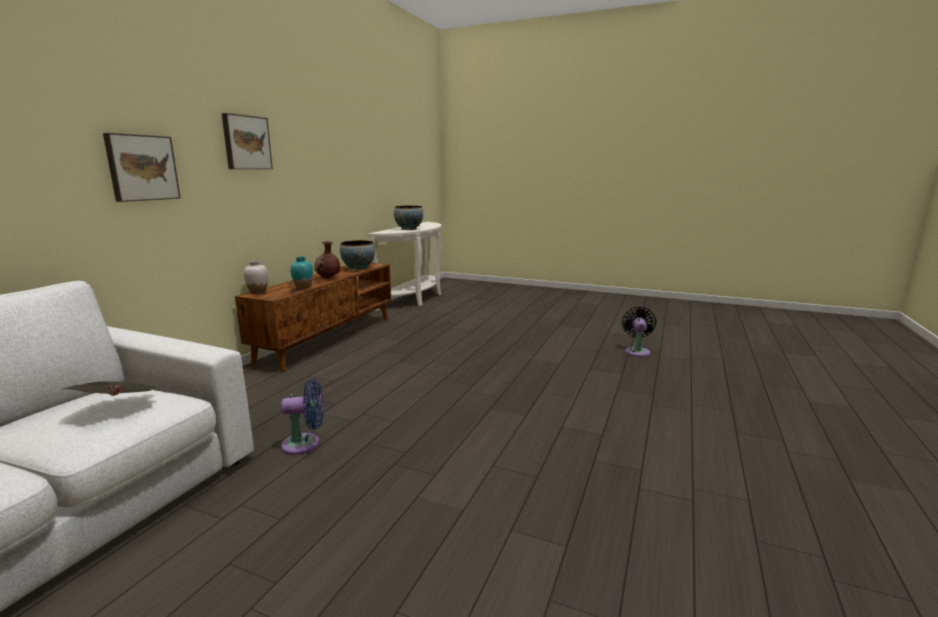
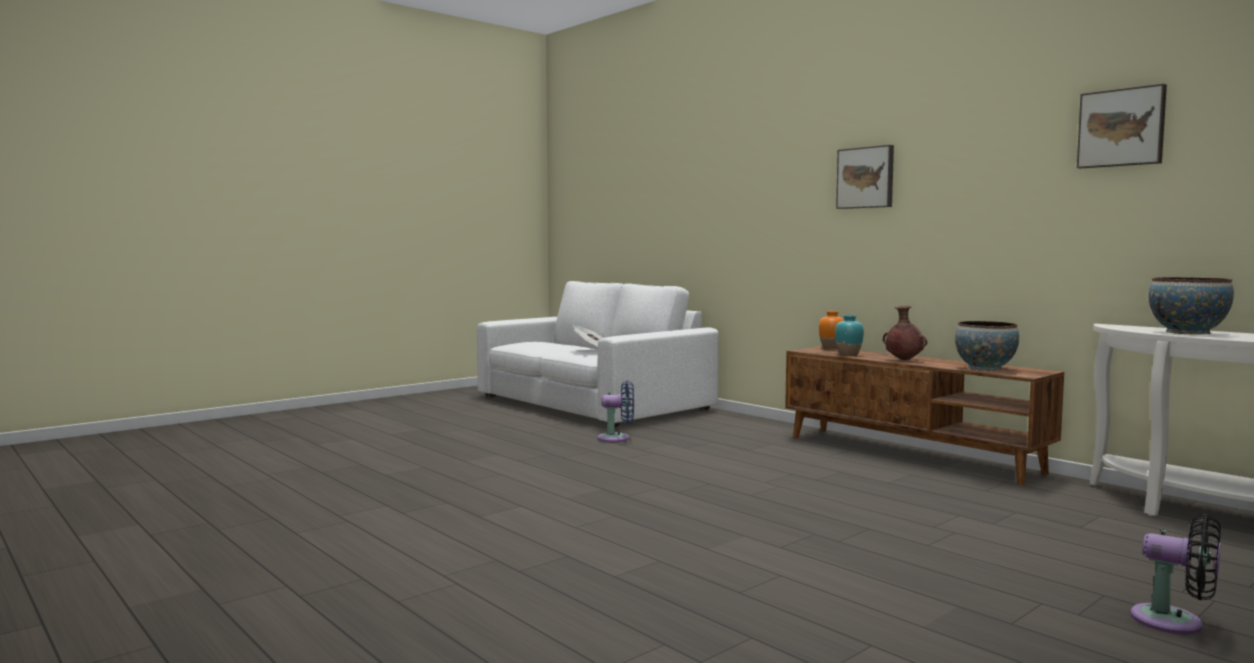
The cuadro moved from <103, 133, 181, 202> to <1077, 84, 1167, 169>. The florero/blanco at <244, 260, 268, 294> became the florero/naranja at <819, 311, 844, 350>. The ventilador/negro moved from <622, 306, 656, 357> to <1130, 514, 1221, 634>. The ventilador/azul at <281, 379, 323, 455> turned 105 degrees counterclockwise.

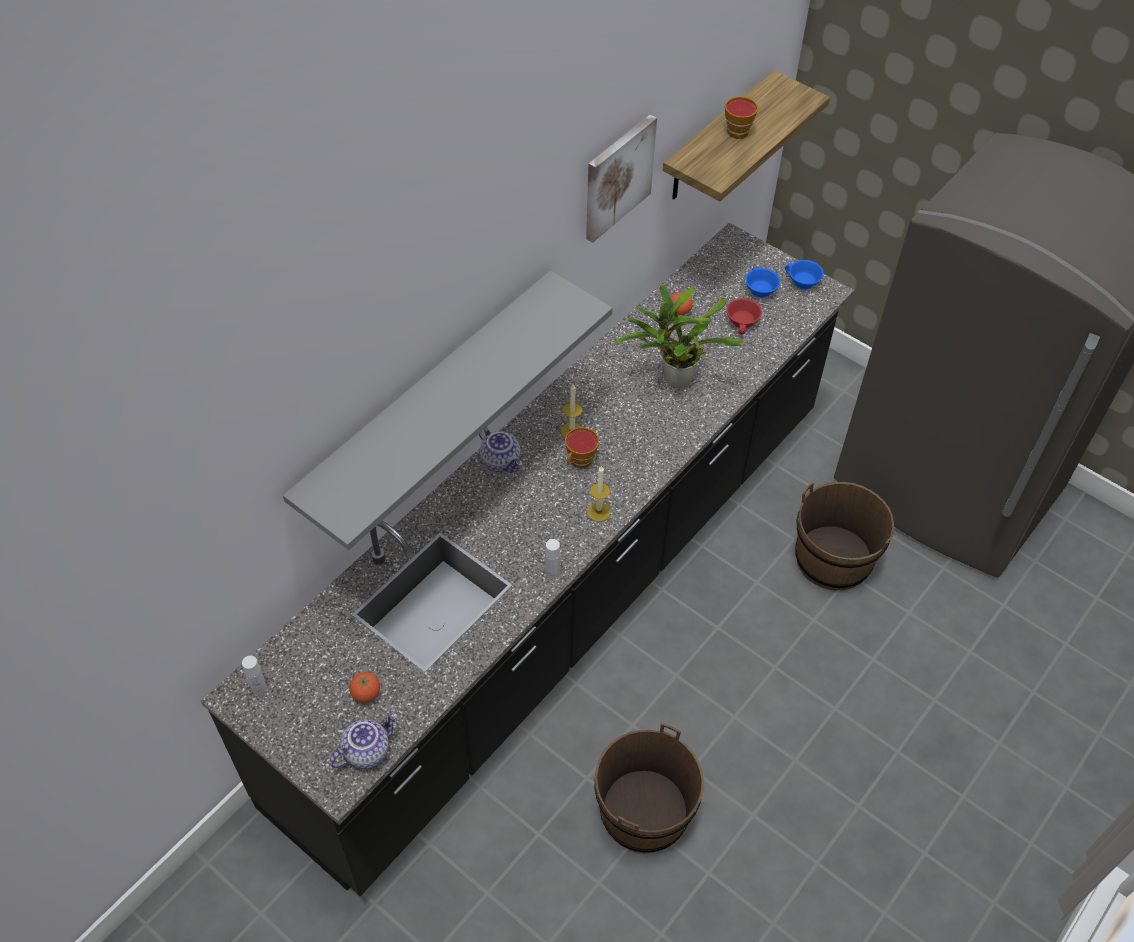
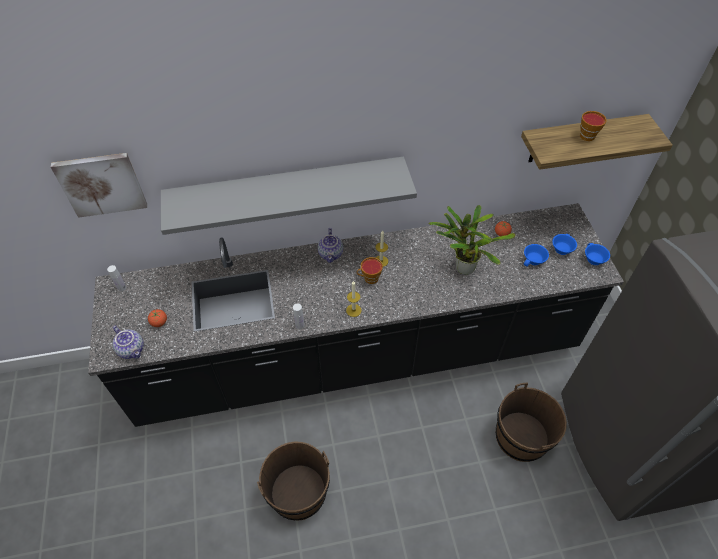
The cuadro moved from <586, 115, 657, 243> to <51, 153, 147, 218>. The taza/rojo at <727, 298, 762, 334> became the taza/azul at <524, 244, 549, 267>. The tetera at <329, 713, 398, 769> turned 45 degrees clockwise.

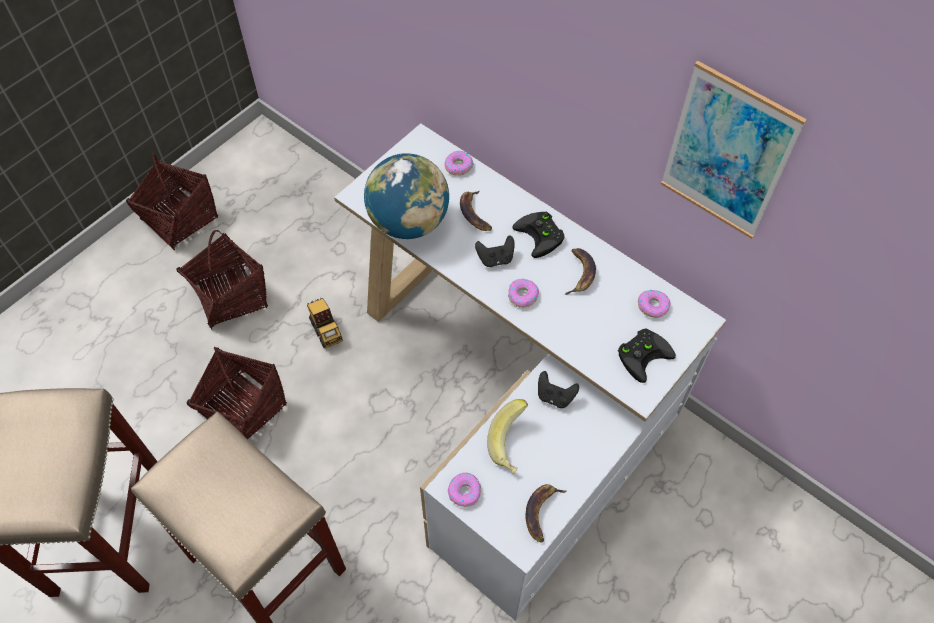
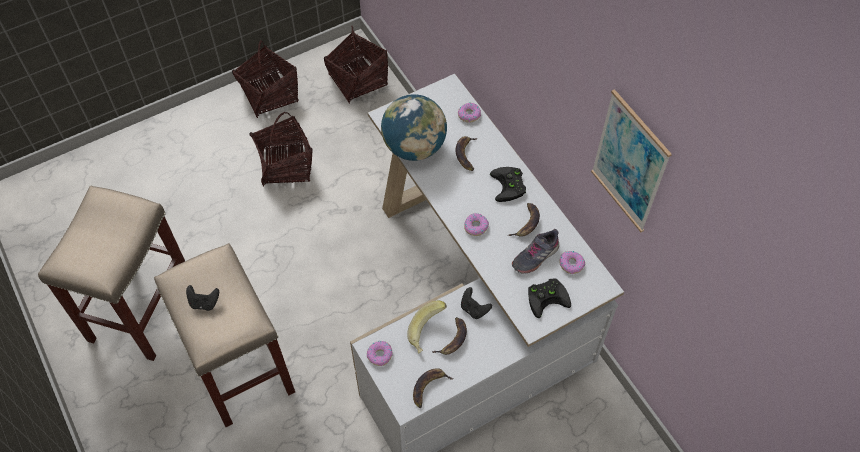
The mando de consola/negro moved from <475, 235, 515, 267> to <186, 285, 219, 311>. The camión de juguete at <307, 298, 343, 348> disappeared. The cesta moved from <186, 347, 287, 439> to <324, 26, 388, 103>. The zapato/gris at <512, 229, 559, 274> appeared. The plátano at <432, 317, 467, 355> appeared.

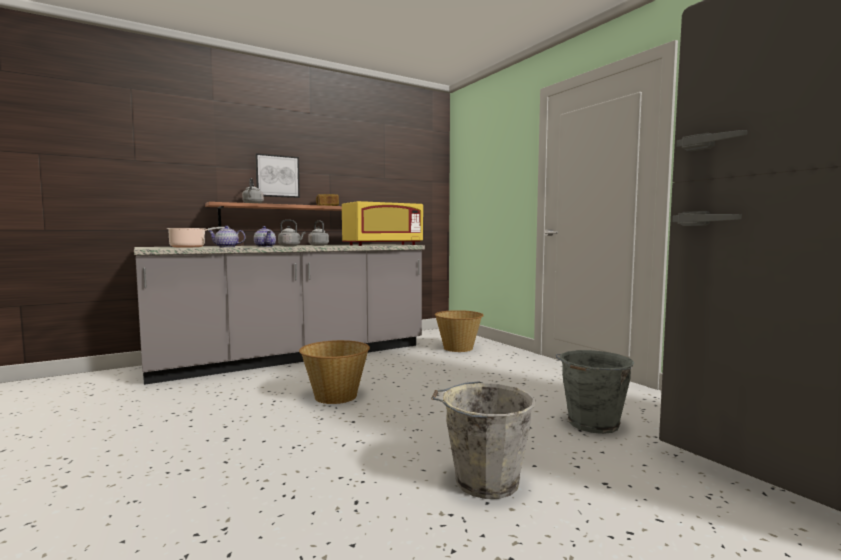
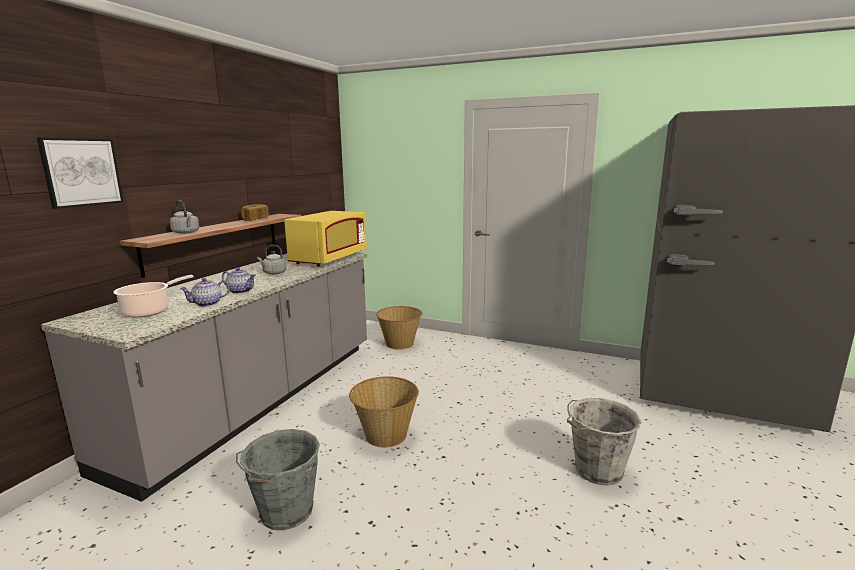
The cuadro moved from <255, 153, 300, 198> to <37, 138, 124, 209>. The hervidor/gris at <278, 220, 305, 247> disappeared. The cubo/gris moved from <556, 350, 635, 434> to <236, 429, 320, 530>.

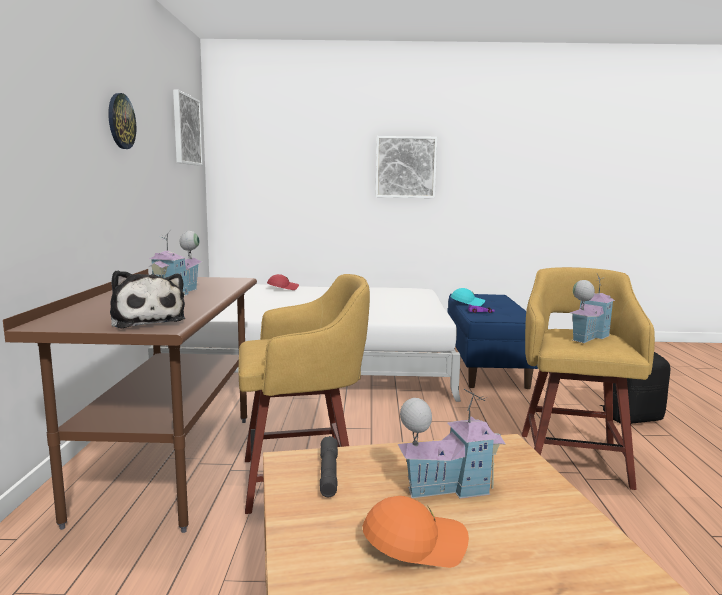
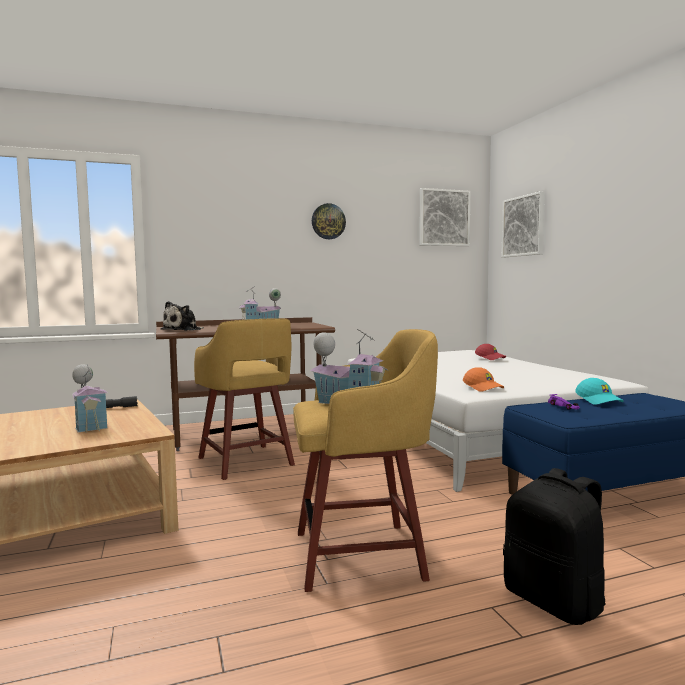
The cuadro moved from <376, 136, 437, 198> to <502, 191, 545, 257>. The gorra/naranja moved from <362, 496, 469, 568> to <463, 367, 504, 392>.

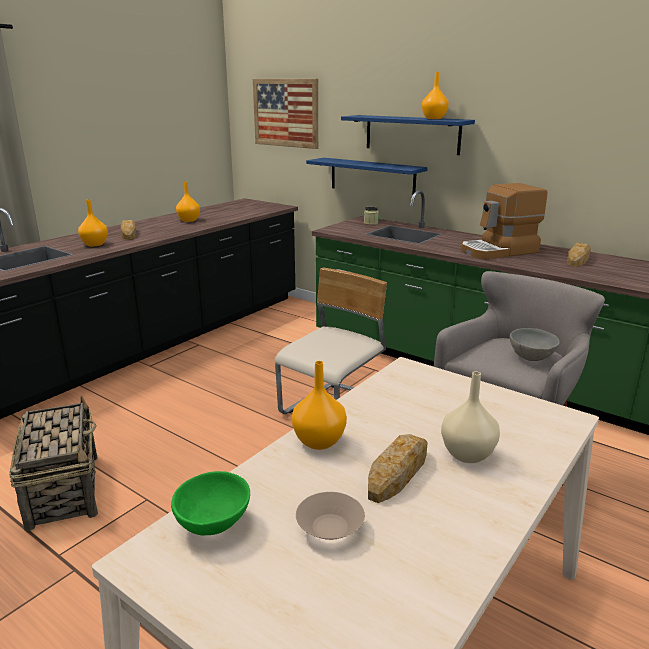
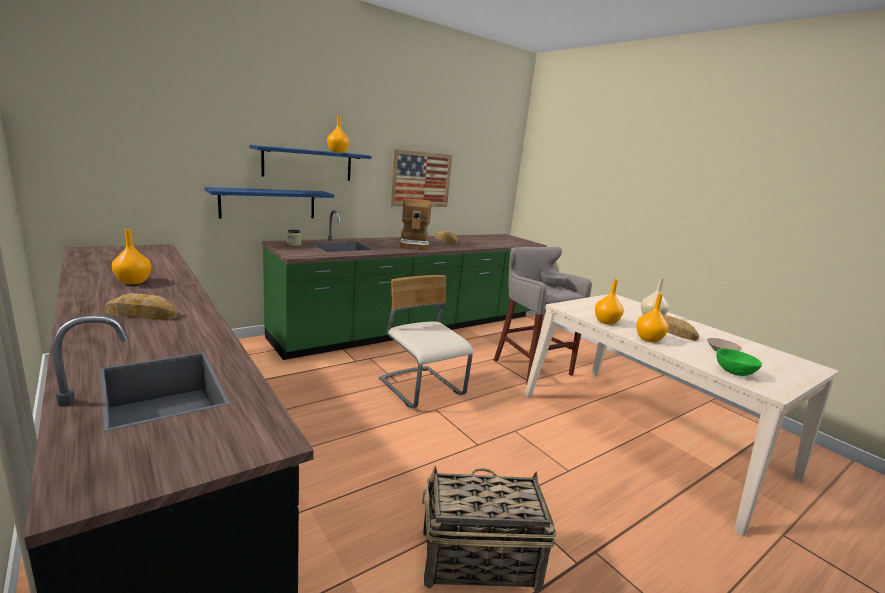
The cuadro moved from <253, 79, 318, 149> to <390, 149, 453, 207>. The florero/naranja moved from <78, 199, 108, 246> to <595, 279, 624, 325>.

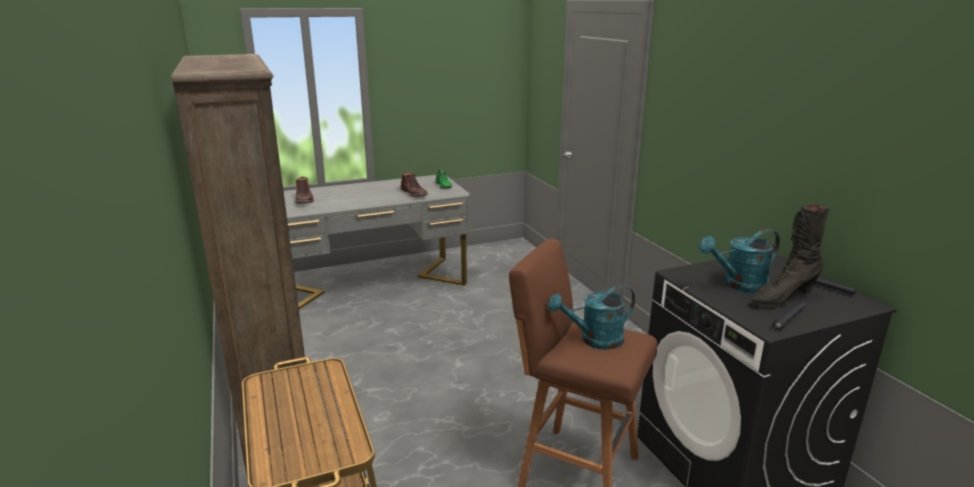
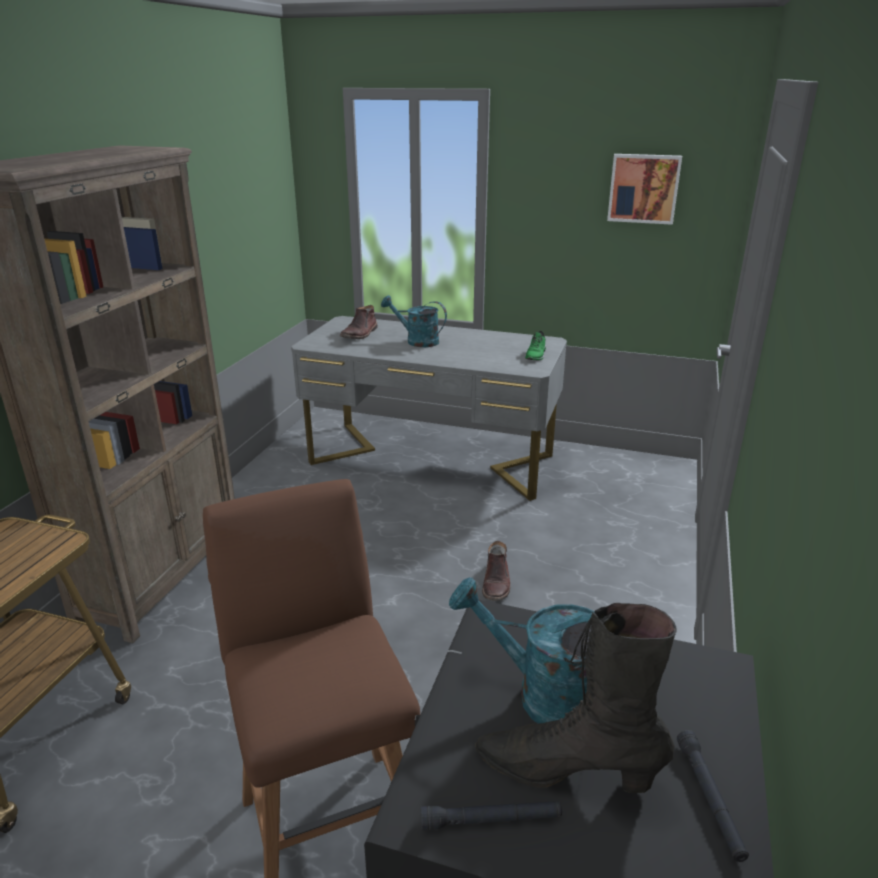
The bota/marrón moved from <401, 172, 428, 197> to <482, 541, 511, 601>. The regadera/turquesa moved from <548, 285, 635, 350> to <381, 295, 447, 347>. The cuadro at <607, 154, 682, 225> appeared.

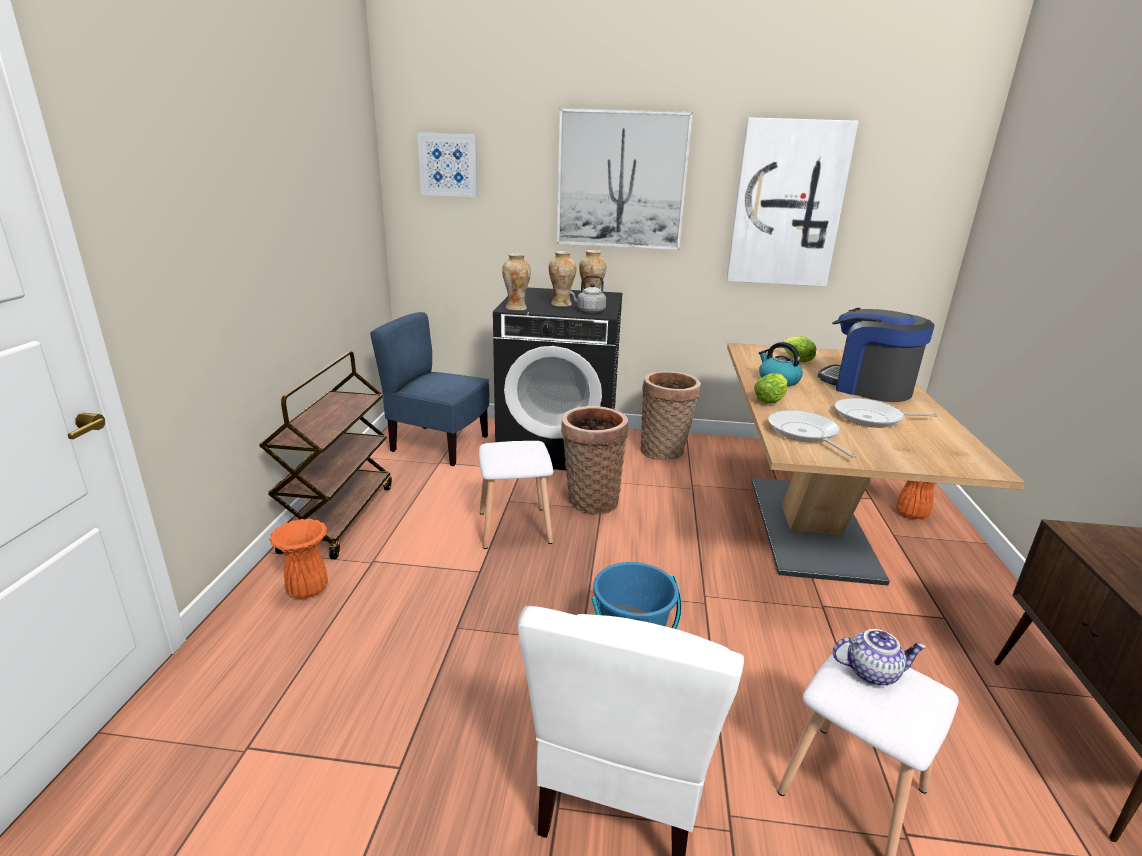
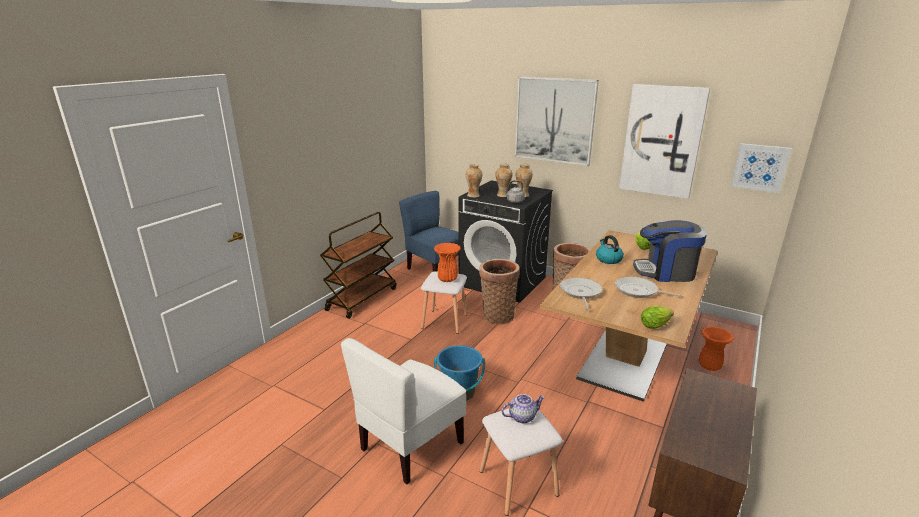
The cuadro moved from <417, 132, 478, 197> to <730, 143, 792, 193>. The cafetera at <818, 308, 935, 402> turned 60 degrees counterclockwise. The lechuga moved from <754, 373, 788, 404> to <641, 306, 674, 329>. The florero/naranja moved from <269, 519, 328, 599> to <434, 243, 461, 282>. The tetera at <832, 629, 926, 686> turned 45 degrees counterclockwise.

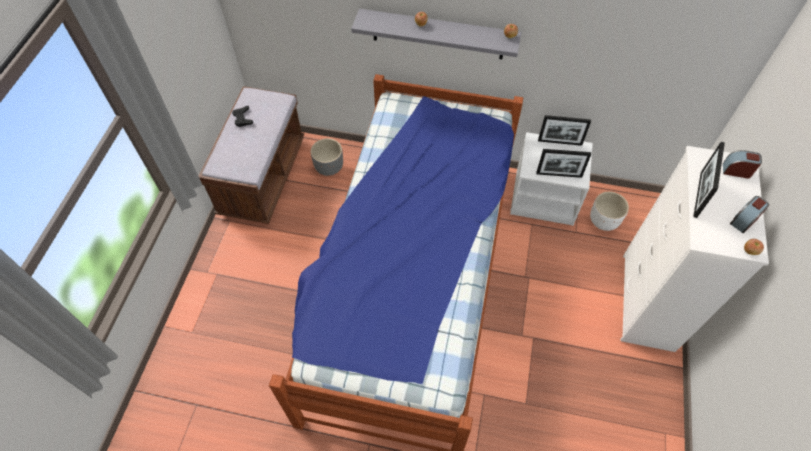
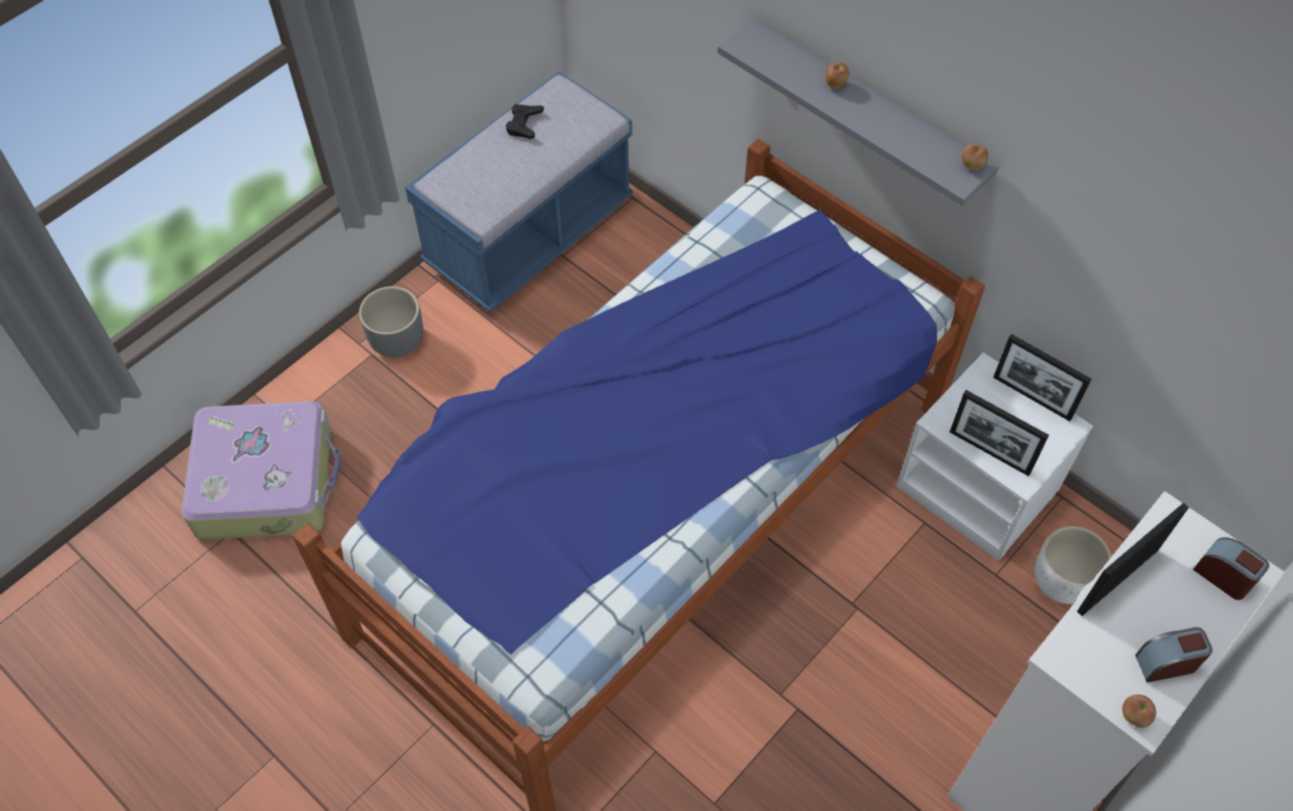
The banco/marrón at <199, 86, 304, 224> became the banco/azul at <405, 71, 633, 312>. The maceta/gris moved from <311, 138, 343, 176> to <359, 286, 423, 357>. The maleta at <182, 401, 342, 540> appeared.

